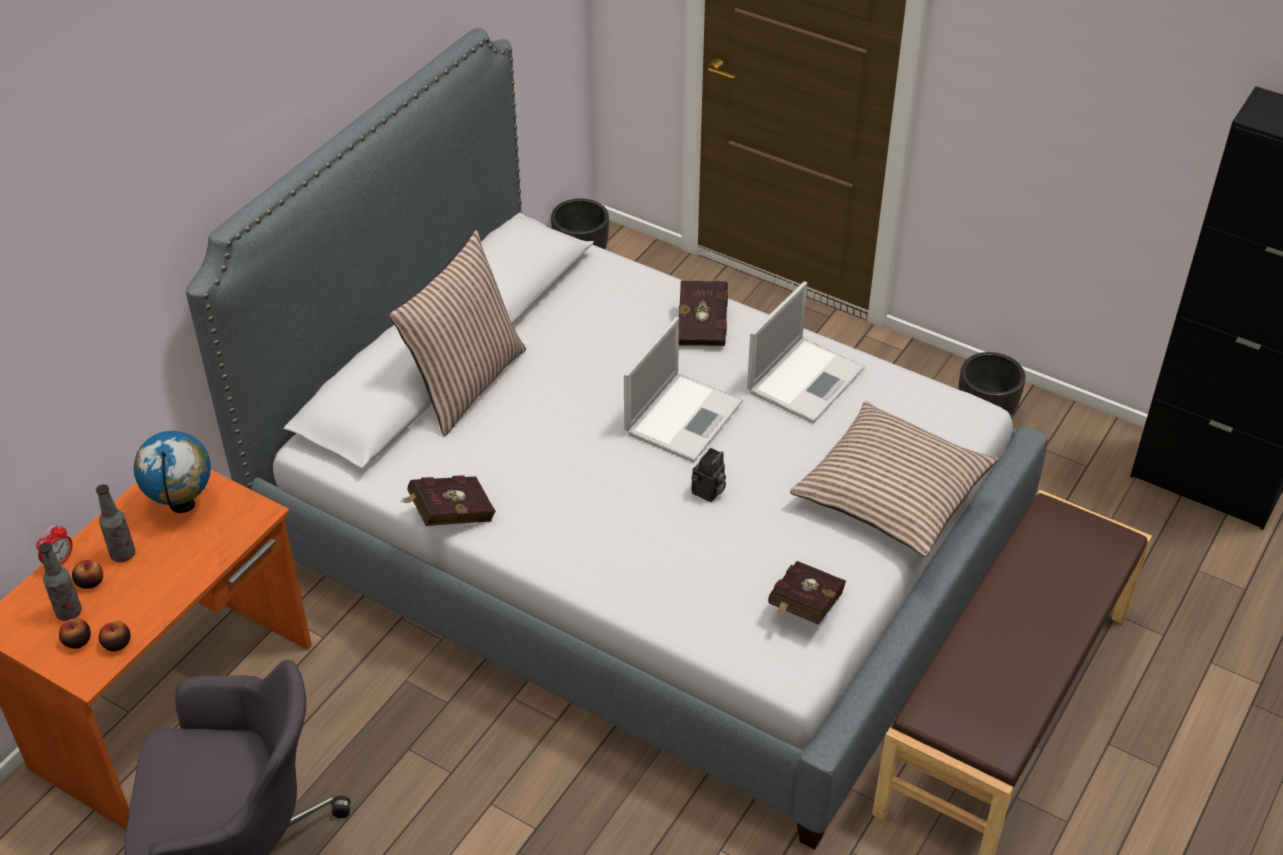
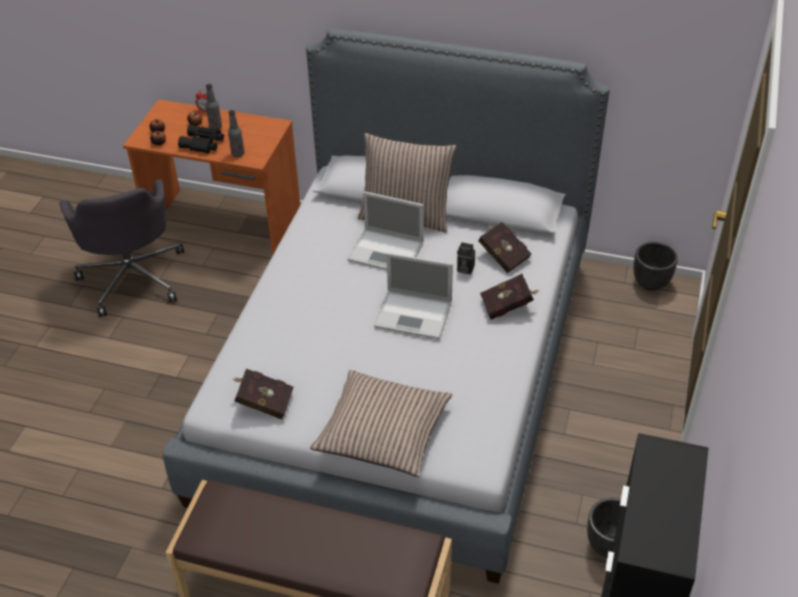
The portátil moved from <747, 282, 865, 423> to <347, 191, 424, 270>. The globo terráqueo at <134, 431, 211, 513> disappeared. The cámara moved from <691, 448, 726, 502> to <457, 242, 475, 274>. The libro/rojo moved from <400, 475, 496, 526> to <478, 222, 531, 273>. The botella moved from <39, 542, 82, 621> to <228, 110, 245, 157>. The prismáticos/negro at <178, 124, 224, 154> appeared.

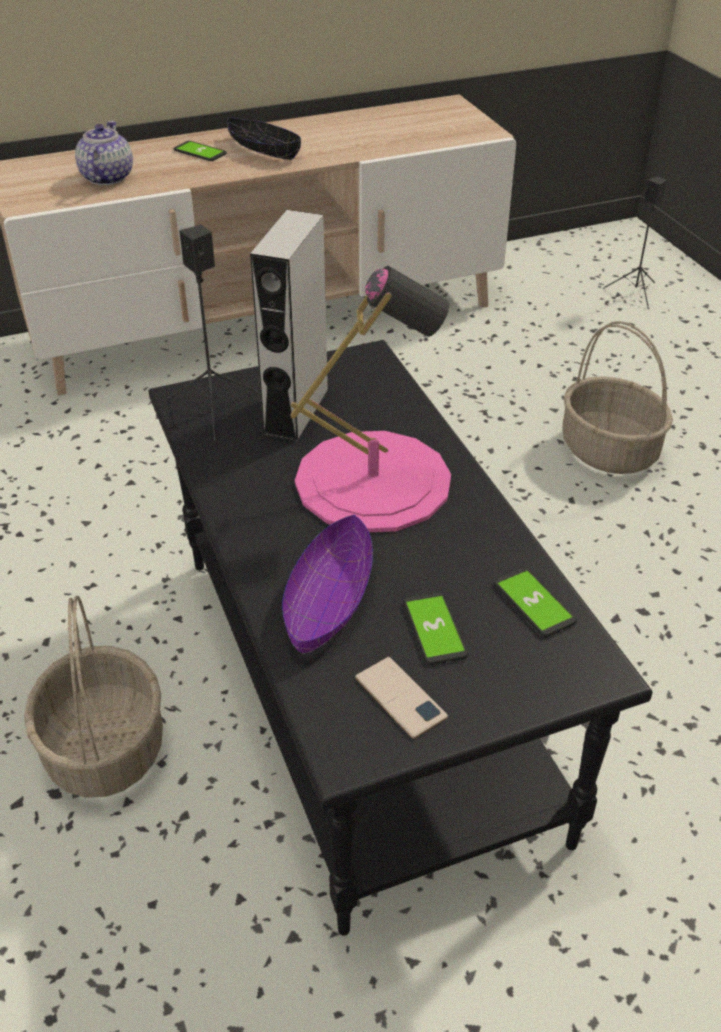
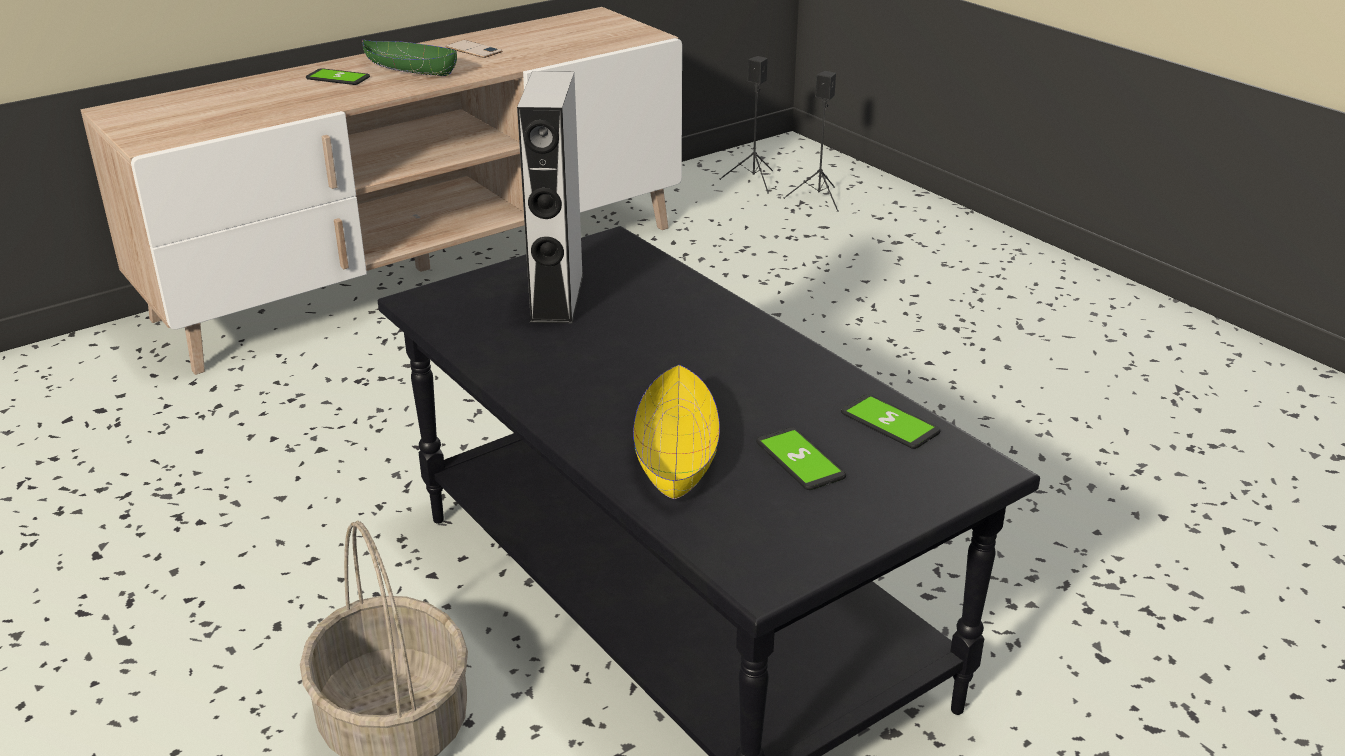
The cuenco/negro at <227, 117, 301, 160> became the cuenco/verde at <362, 40, 457, 76>. The tetera at <75, 121, 133, 185> disappeared. The altavoz/negro moved from <168, 225, 258, 441> to <720, 56, 773, 194>. The lámpara de mesa/rosa at <291, 266, 451, 532> disappeared. The cesta at <562, 321, 673, 474> disappeared. The cuenco/morado at <282, 515, 373, 654> became the cuenco/amarillo at <633, 365, 720, 499>. The móvil moved from <355, 657, 448, 739> to <446, 40, 502, 58>.

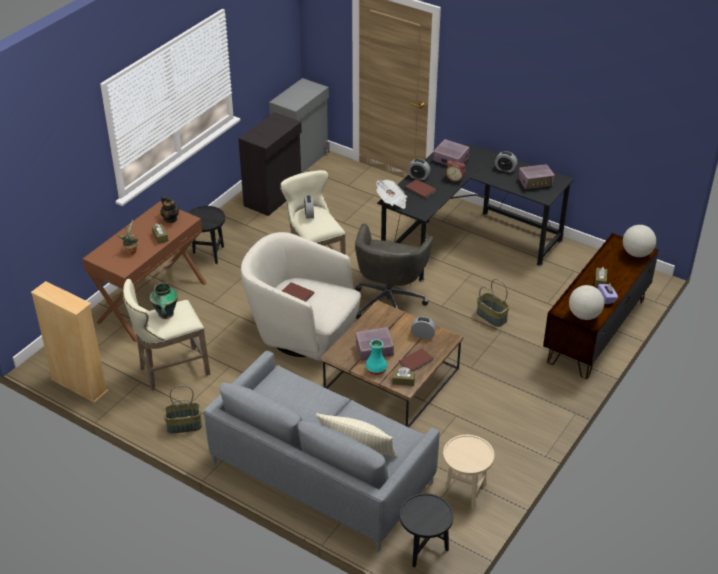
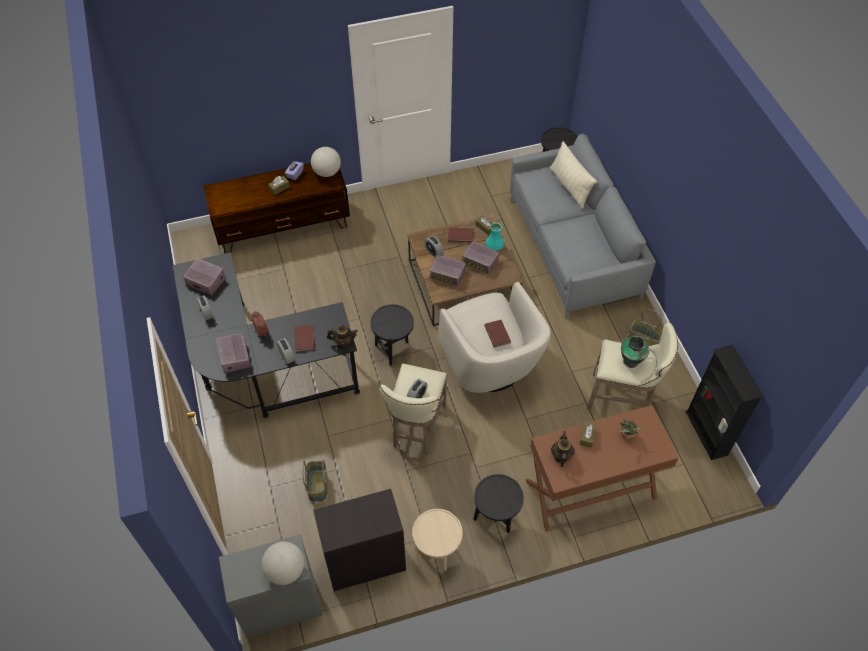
The periódico at <376, 180, 407, 209> was replaced by the tetera at <327, 325, 358, 348>. The silla de oficina/gris at <355, 224, 434, 319> was replaced by the mesa auxiliar/negro at <370, 304, 414, 366>. The globo terráqueo moved from <623, 225, 656, 257> to <262, 542, 304, 585>. The cesta moved from <477, 279, 509, 327> to <302, 459, 327, 502>. The estantería/beis at <31, 281, 108, 403> became the estantería/negro at <685, 345, 763, 460>. The mesa auxiliar/beis moved from <443, 435, 494, 510> to <412, 509, 463, 571>. The radio at <430, 255, 466, 287> appeared.

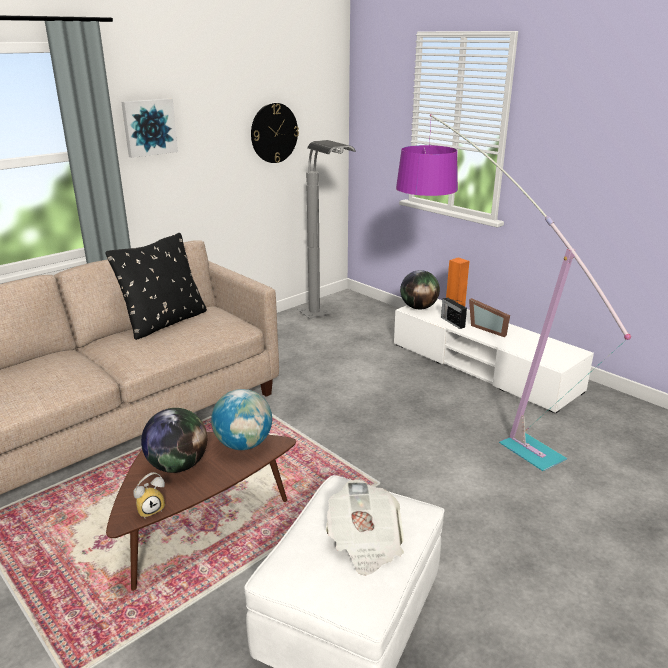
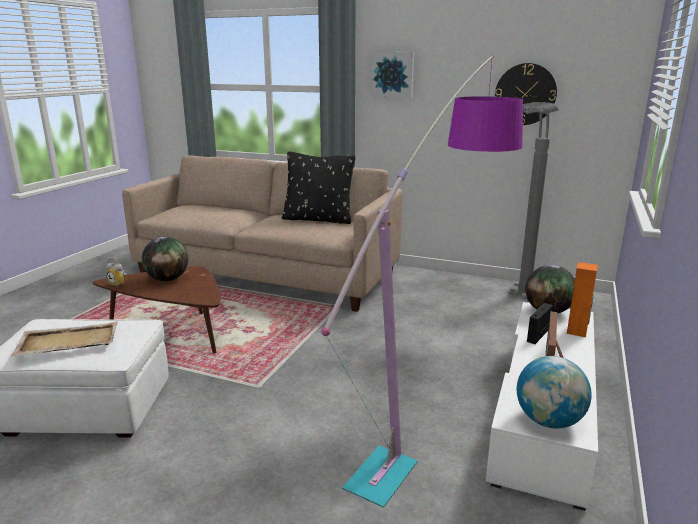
The globo terráqueo moved from <211, 389, 272, 450> to <517, 356, 592, 428>. The periódico at <326, 479, 404, 576> was replaced by the bandeja/beis at <11, 321, 118, 356>.

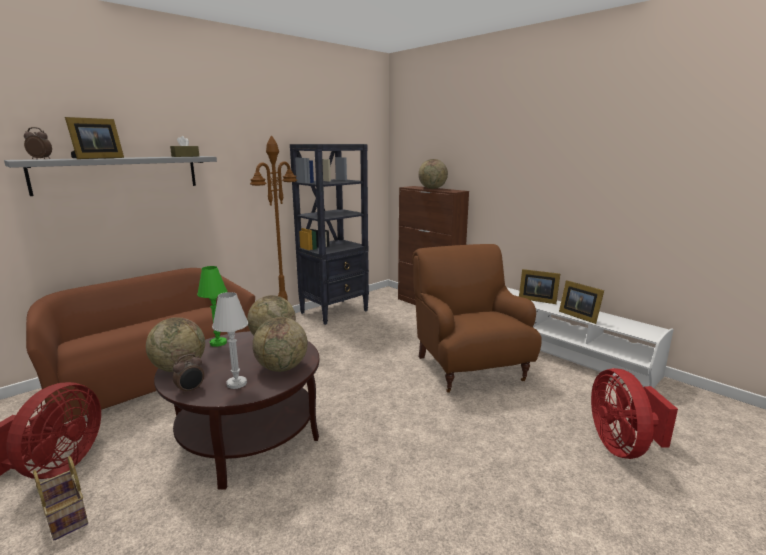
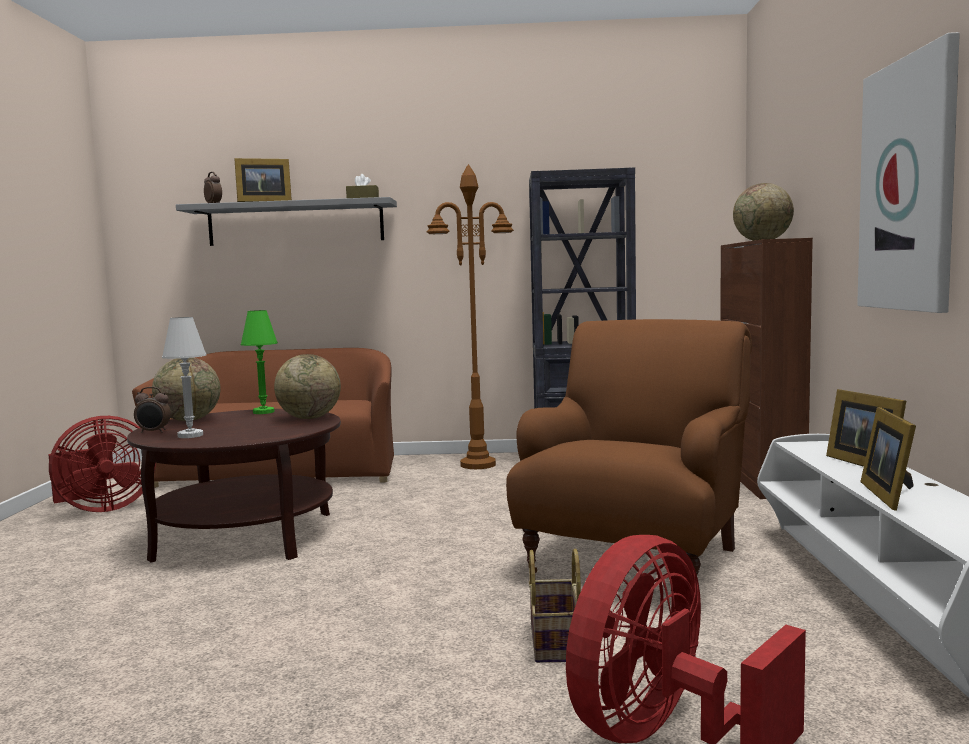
The globo terráqueo at <252, 317, 308, 372> disappeared. The cesta moved from <33, 456, 88, 540> to <529, 548, 581, 663>. The cuadro at <857, 32, 960, 313> appeared.

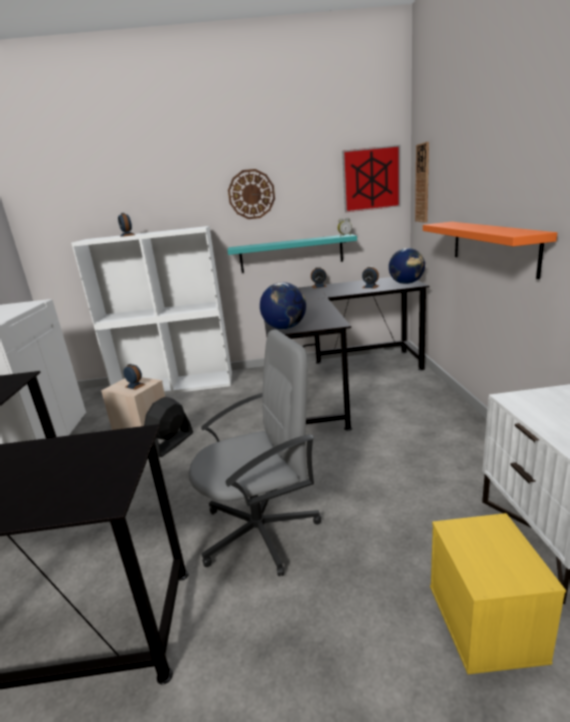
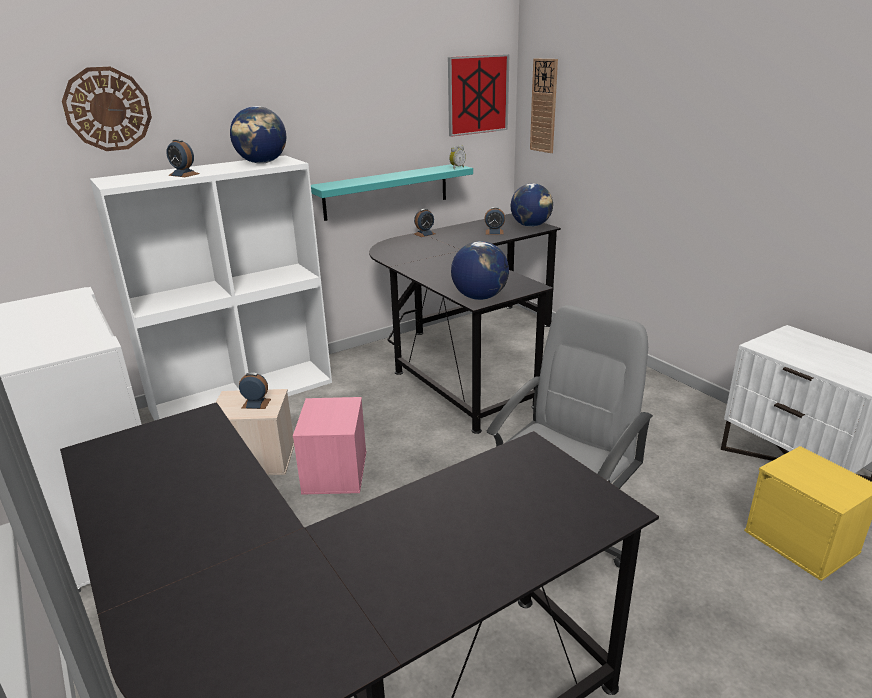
The reloj de pared moved from <228, 169, 275, 219> to <62, 67, 152, 151>. The estante/naranja at <423, 222, 557, 279> disappeared. The ventilador/negro at <144, 397, 193, 457> was replaced by the caja de almacenaje/rosa at <293, 397, 366, 495>. The globo terráqueo at <230, 106, 286, 164> appeared.

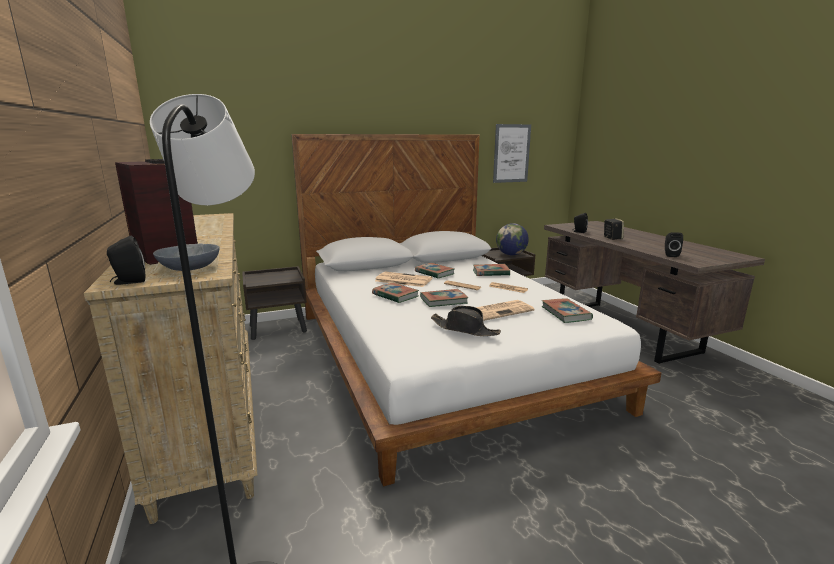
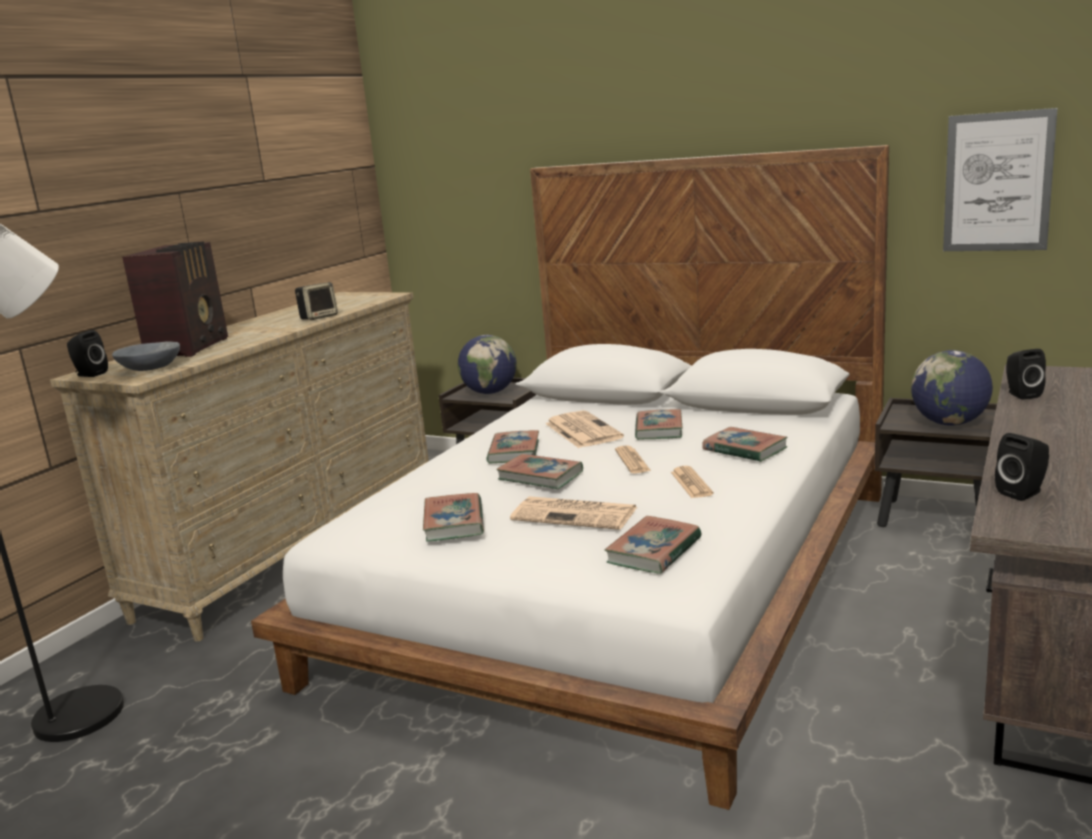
The altavoz moved from <604, 218, 624, 240> to <295, 282, 338, 320>. The sombrero/negro at <431, 306, 501, 336> was replaced by the libro at <423, 493, 484, 541>. The globo terráqueo at <458, 335, 517, 394> appeared.

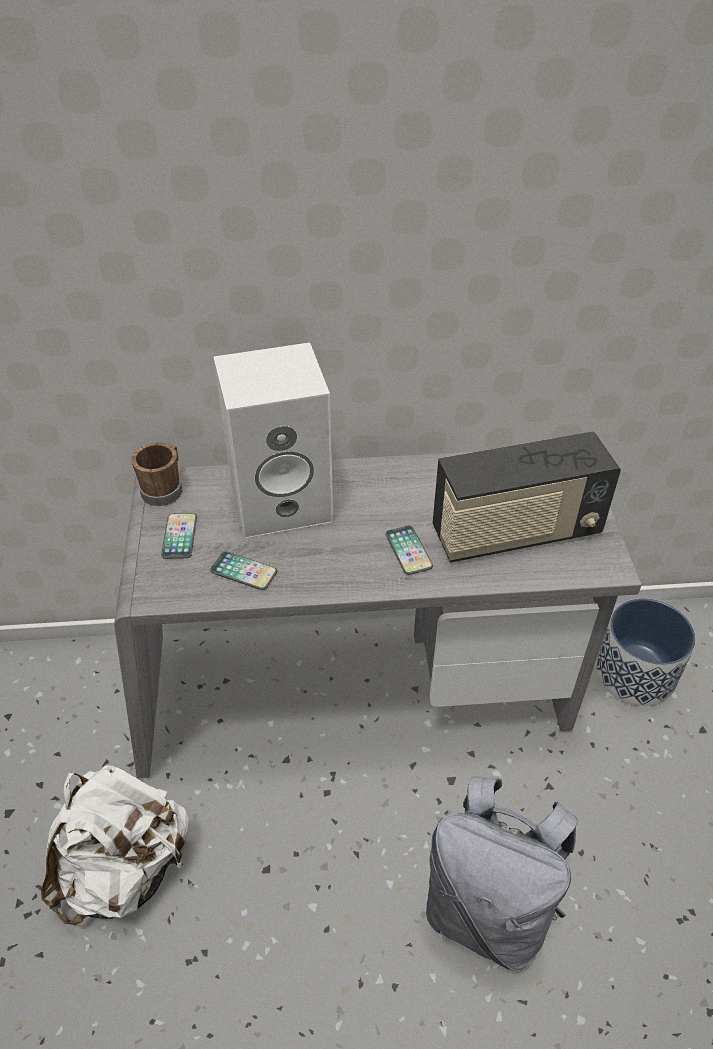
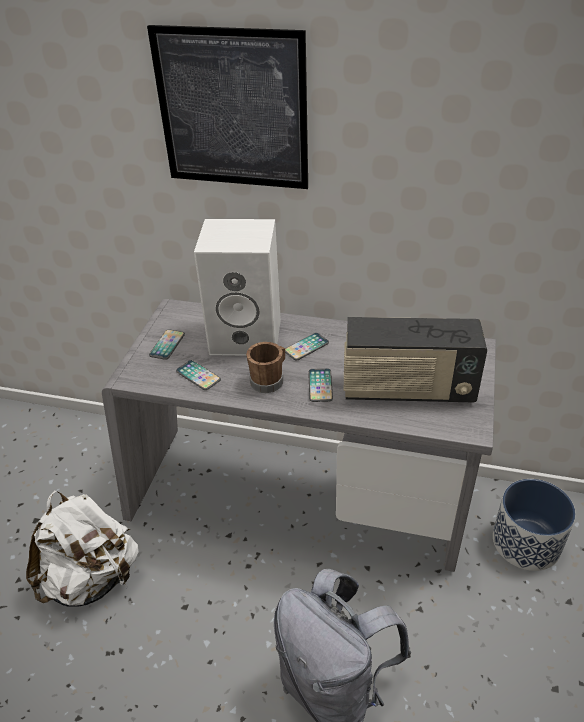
The taza grande/marrón moved from <132, 442, 182, 506> to <246, 342, 285, 393>. The cuadro at <147, 25, 308, 189> appeared. The móvil at <285, 333, 329, 361> appeared.

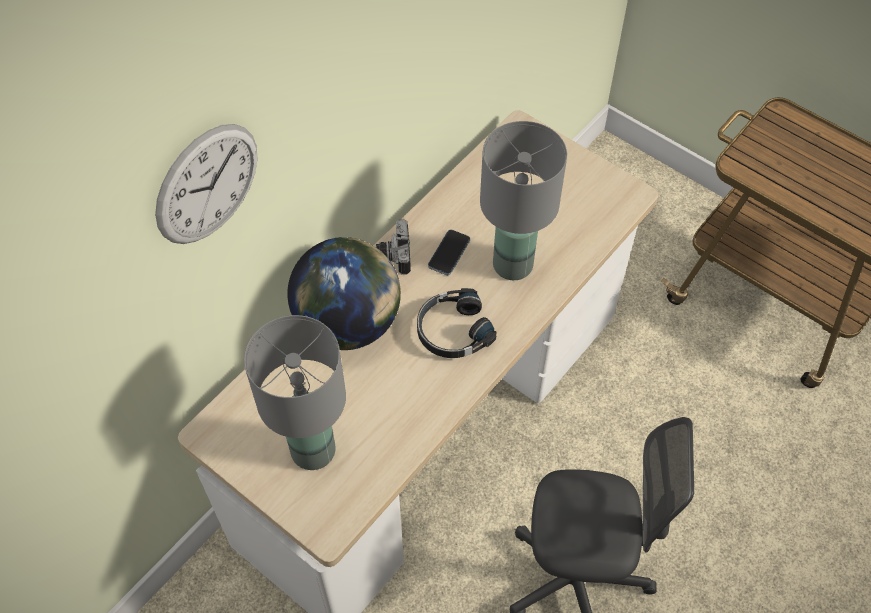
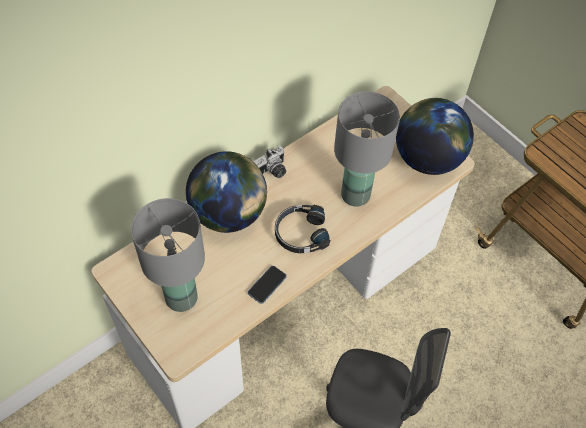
The reloj de pared at <155, 124, 257, 244> disappeared. The cámara at <376, 219, 411, 275> turned 135 degrees counterclockwise. The móvil moved from <428, 230, 470, 275> to <248, 266, 286, 304>. The globo terráqueo at <396, 98, 474, 175> appeared.

